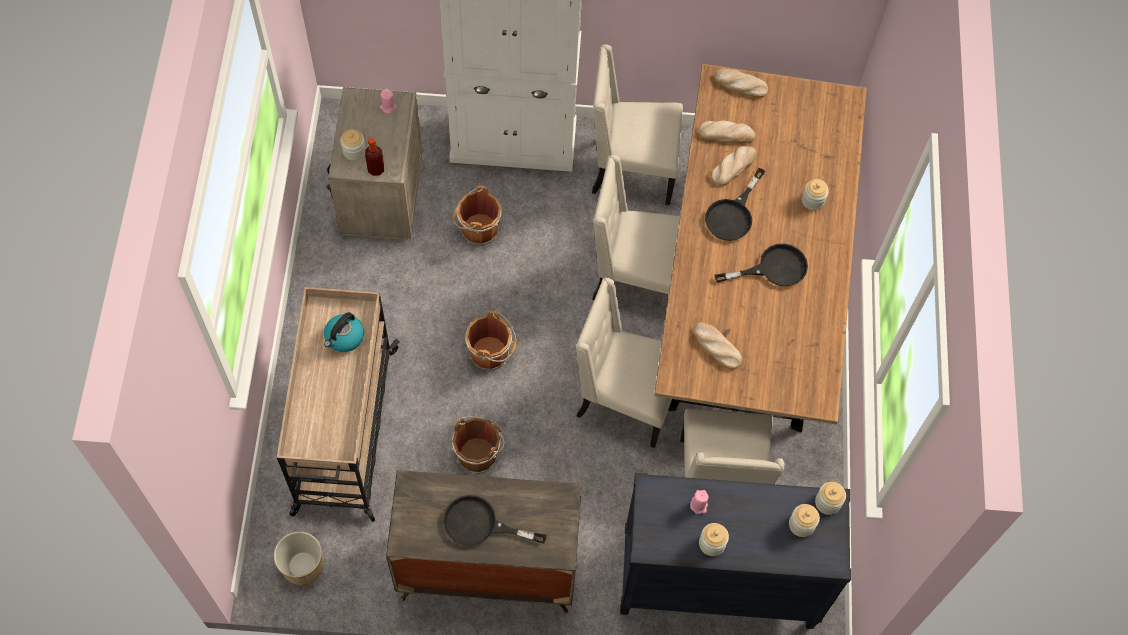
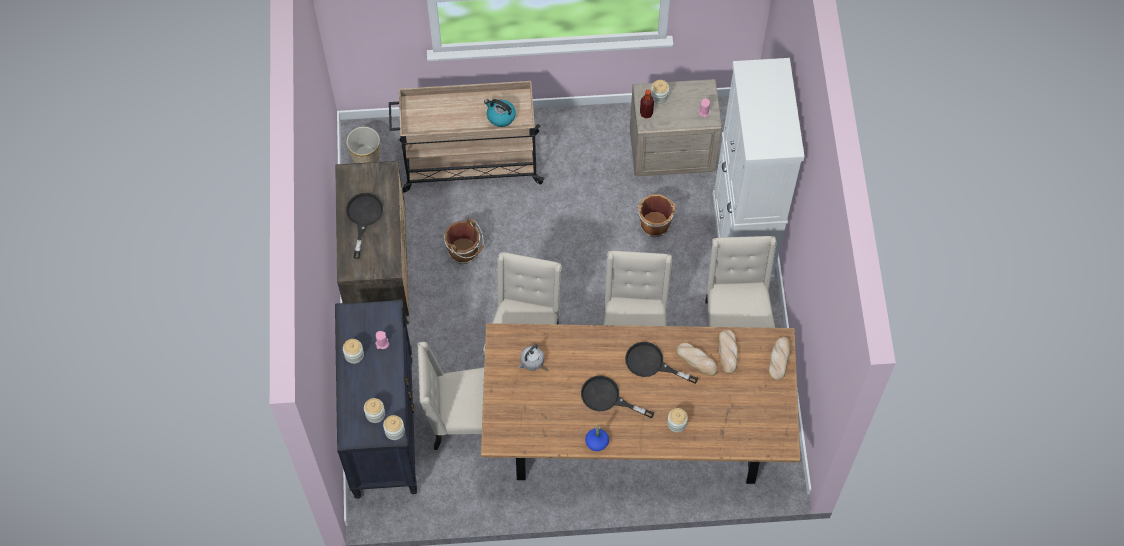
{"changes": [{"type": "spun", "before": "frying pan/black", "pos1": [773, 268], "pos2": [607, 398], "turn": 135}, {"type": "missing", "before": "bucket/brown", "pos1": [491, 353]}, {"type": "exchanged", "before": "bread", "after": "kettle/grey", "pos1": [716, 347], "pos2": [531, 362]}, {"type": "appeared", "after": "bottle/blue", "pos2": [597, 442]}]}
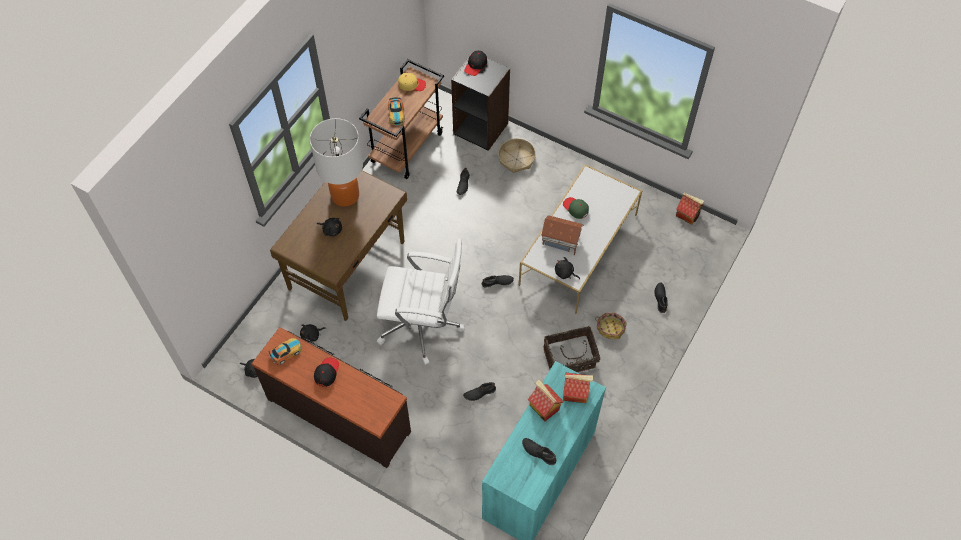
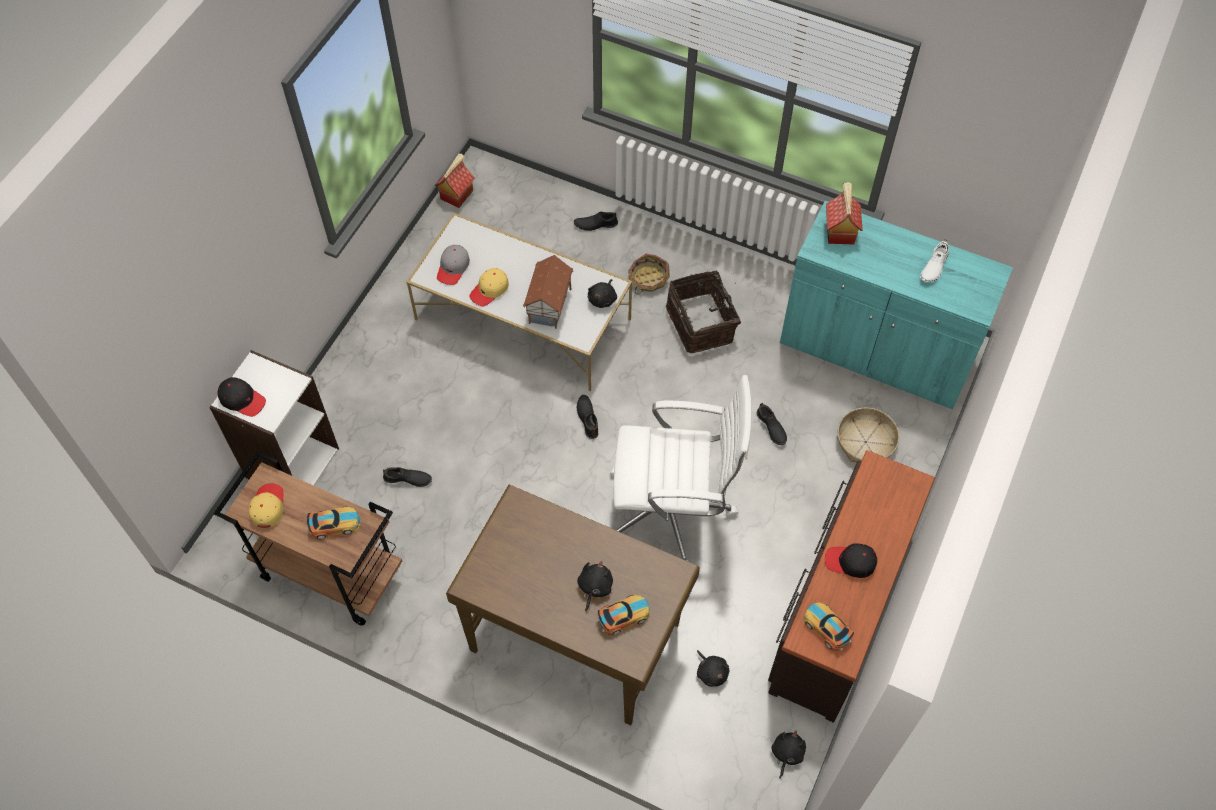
{"changes": [{"type": "colour", "before": "bookcase/black", "after": "bookcase/white", "pos1": [481, 128], "pos2": [291, 462]}, {"type": "missing", "before": "table lamp", "pos1": [345, 195]}, {"type": "relocated", "before": "basket", "pos1": [516, 159], "pos2": [865, 441]}, {"type": "colour", "before": "cap/green", "after": "cap/yellow", "pos1": [575, 208], "pos2": [489, 290]}, {"type": "spun", "before": "office chair/white", "pos1": [423, 325], "pos2": [672, 511], "turn": 90}, {"type": "missing", "before": "toy house", "pos1": [543, 407]}, {"type": "colour", "before": "shoe/black", "after": "shoe/white", "pos1": [539, 452], "pos2": [933, 267]}, {"type": "appeared", "after": "cap/grey", "pos2": [453, 268]}, {"type": "appeared", "after": "toy car", "pos2": [624, 616]}]}
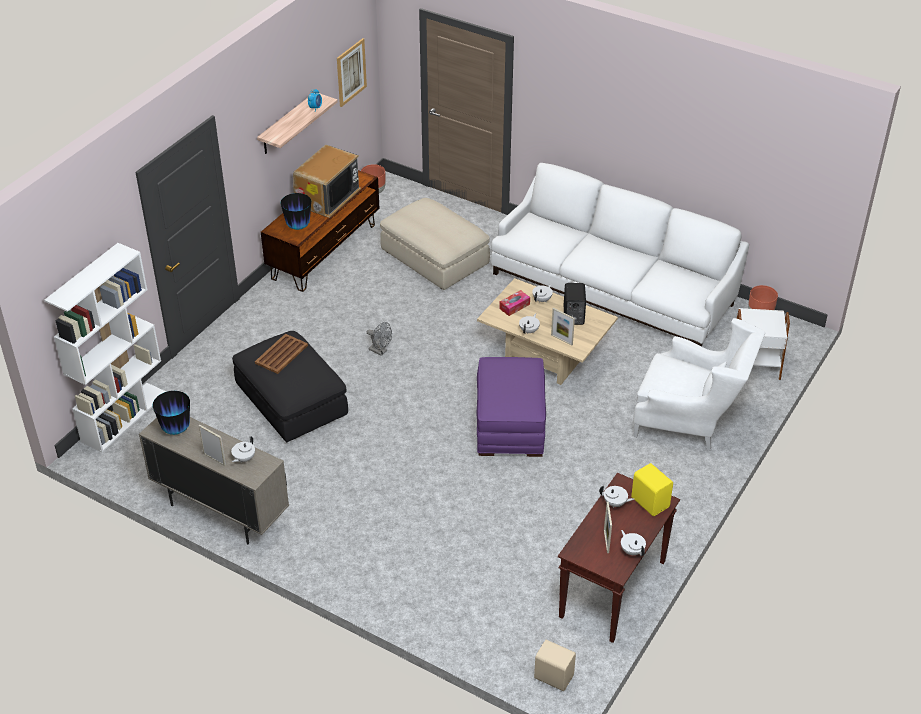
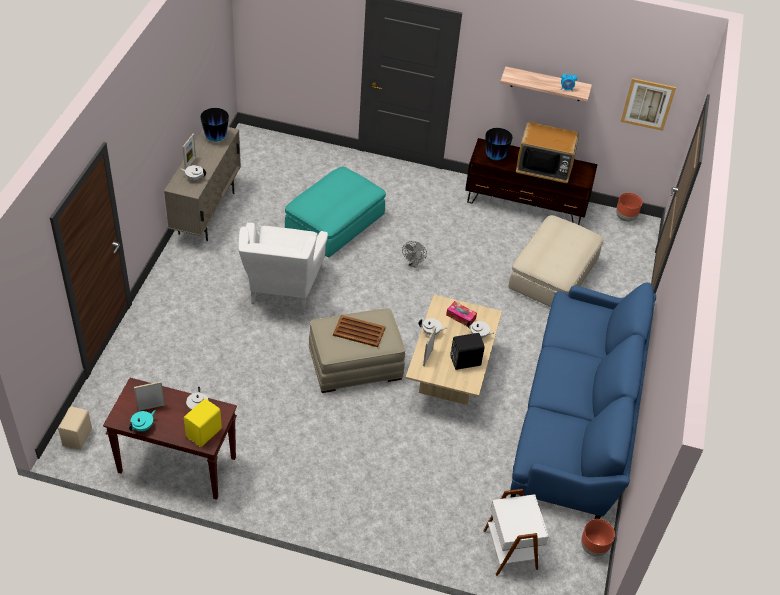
{"changes": [{"type": "colour", "before": "sofa/white", "after": "sofa/blue", "pos1": [614, 287], "pos2": [577, 414]}, {"type": "missing", "before": "bookcase/white", "pos1": [124, 416]}, {"type": "relocated", "before": "armchair/white", "pos1": [690, 422], "pos2": [282, 289]}, {"type": "colour", "before": "ottoman/black", "after": "ottoman/turquoise", "pos1": [290, 401], "pos2": [335, 223]}, {"type": "relocated", "before": "tray/brown", "pos1": [282, 354], "pos2": [359, 332]}, {"type": "colour", "before": "ottoman/purple", "after": "ottoman/beige", "pos1": [510, 424], "pos2": [355, 364]}, {"type": "colour", "before": "teapot/white", "after": "teapot/turquoise", "pos1": [632, 550], "pos2": [143, 426]}]}
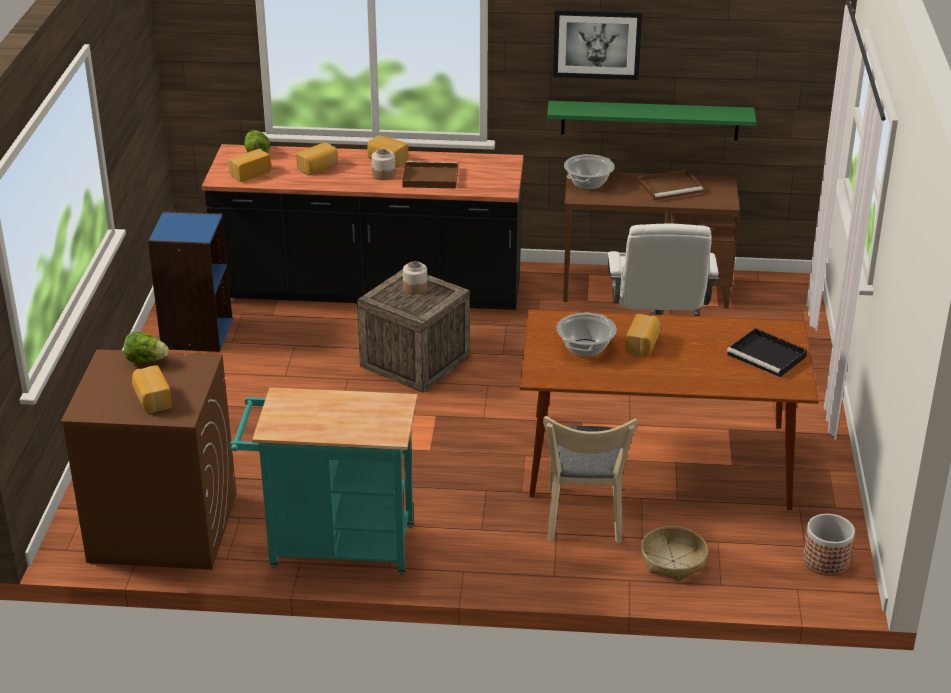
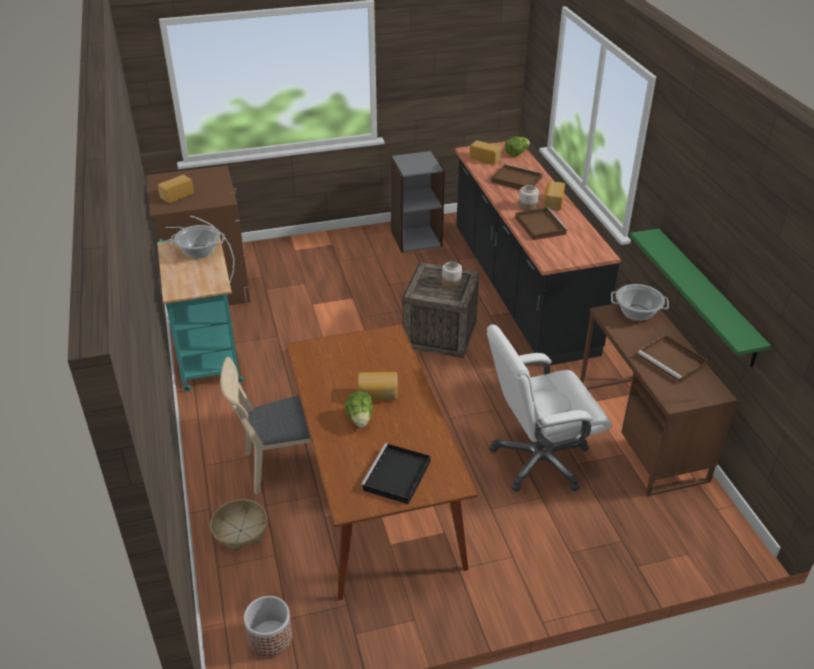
{"changes": [{"type": "missing", "before": "picture", "pos1": [597, 43]}, {"type": "exchanged", "before": "bread", "after": "tray/brown", "pos1": [318, 168], "pos2": [515, 180]}, {"type": "colour", "before": "bookcase/blue", "after": "bookcase/grey", "pos1": [196, 334], "pos2": [416, 238]}, {"type": "relocated", "before": "cooking pot", "pos1": [585, 348], "pos2": [199, 251]}, {"type": "relocated", "before": "lettuce", "pos1": [146, 360], "pos2": [360, 419]}]}
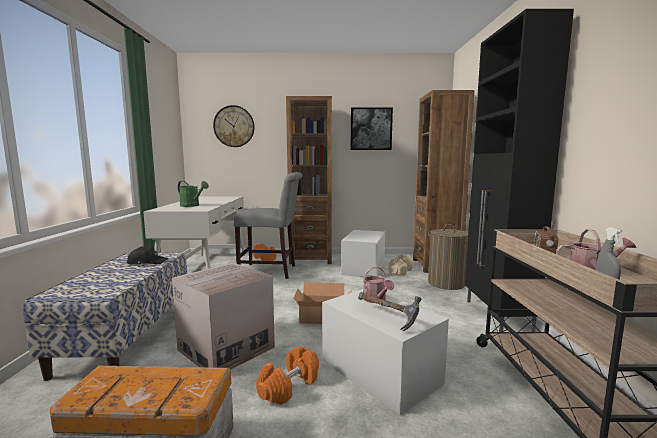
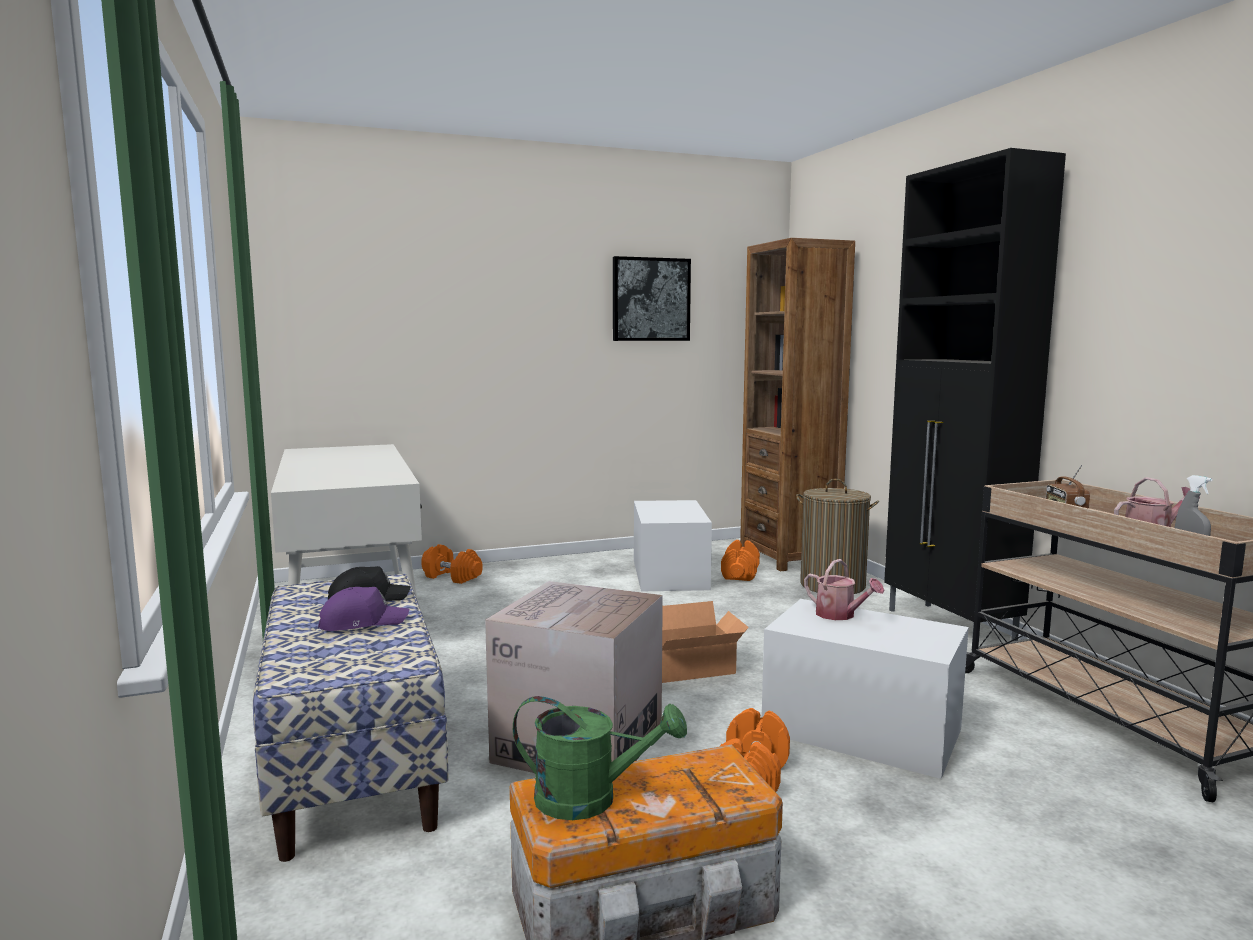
{"changes": [{"type": "missing", "before": "bookcase/brown", "pos1": [311, 259]}, {"type": "missing", "before": "wall clock", "pos1": [234, 126]}, {"type": "missing", "before": "chair/grey", "pos1": [271, 271]}, {"type": "relocated", "before": "watering can/green", "pos1": [192, 206], "pos2": [590, 799]}, {"type": "colour", "before": "dumbbell/beige", "after": "dumbbell/orange", "pos1": [400, 271], "pos2": [740, 574]}, {"type": "missing", "before": "hammer", "pos1": [387, 319]}, {"type": "appeared", "after": "cap/purple", "pos2": [362, 622]}]}
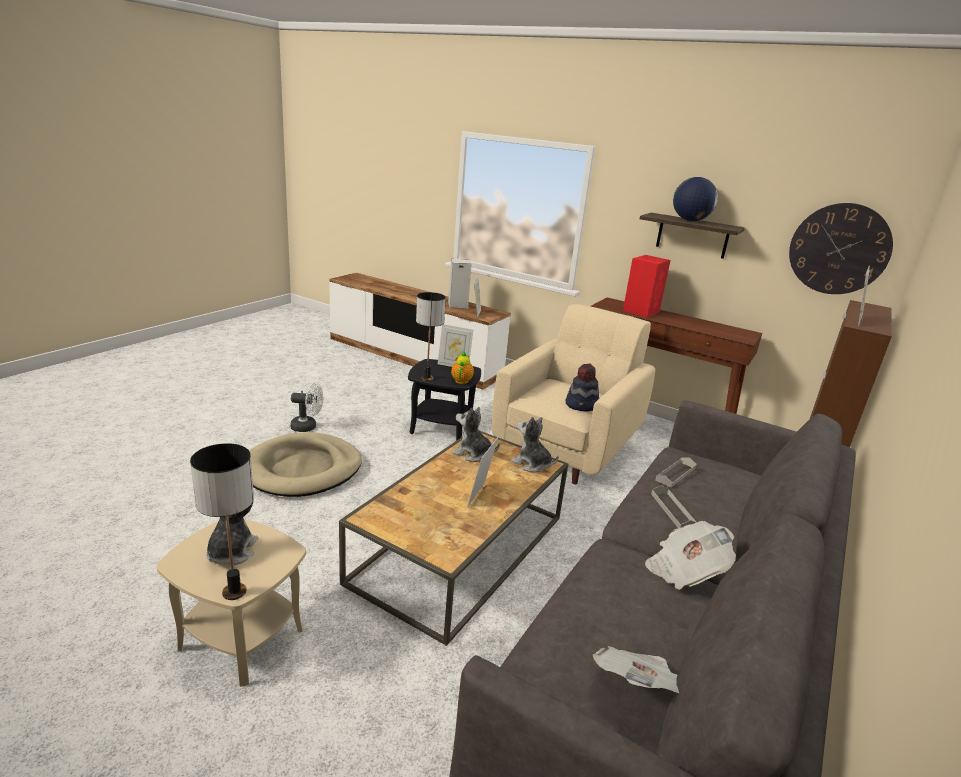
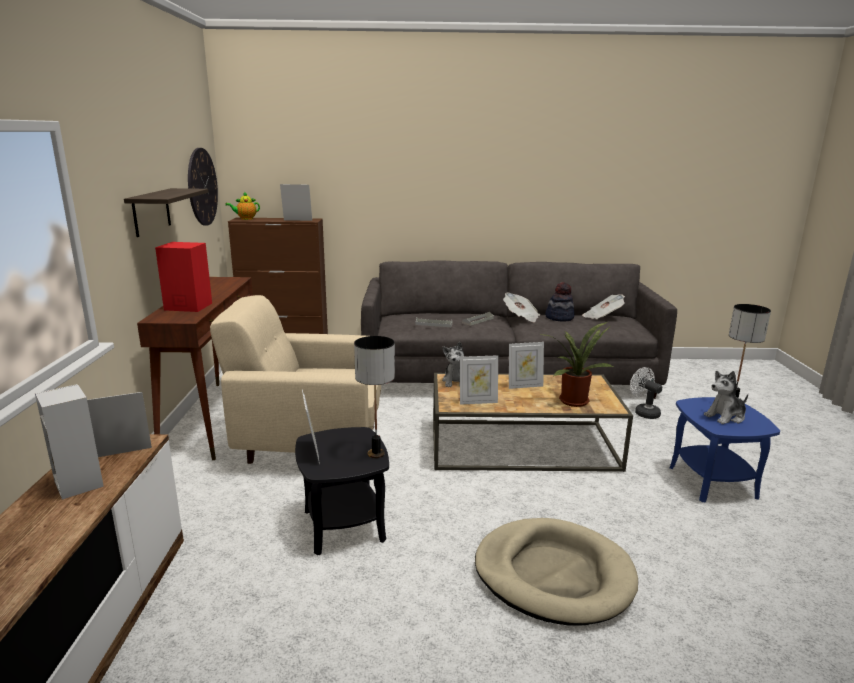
{"changes": [{"type": "missing", "before": "globe", "pos1": [690, 220]}, {"type": "relocated", "before": "teapot", "pos1": [462, 380], "pos2": [245, 218]}, {"type": "relocated", "before": "hat", "pos1": [582, 405], "pos2": [559, 317]}, {"type": "relocated", "before": "fan/white", "pos1": [308, 427], "pos2": [643, 412]}, {"type": "exchanged", "before": "plush toy", "after": "picture frame", "pos1": [473, 454], "pos2": [478, 402]}, {"type": "colour", "before": "side table/beige", "after": "side table/blue", "pos1": [241, 639], "pos2": [712, 483]}, {"type": "appeared", "after": "potted plant", "pos2": [573, 400]}]}
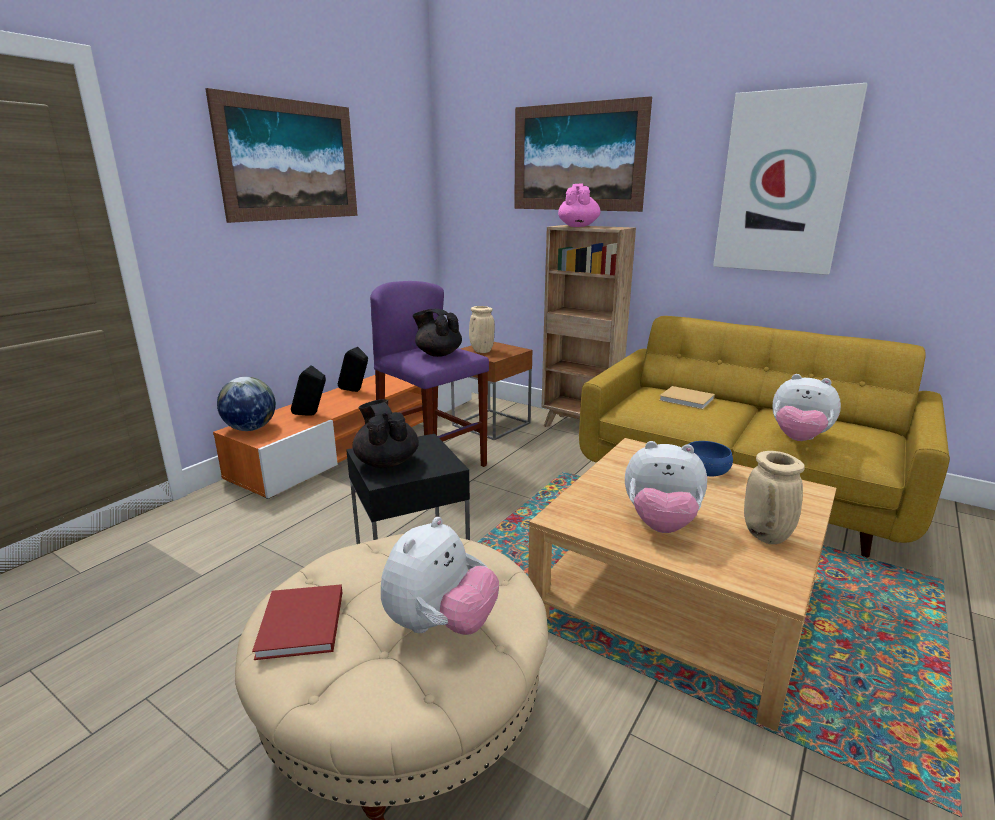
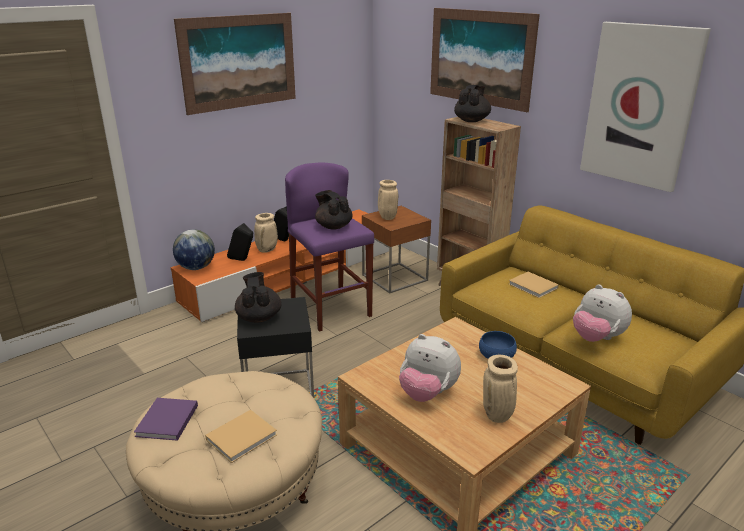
{"changes": [{"type": "colour", "before": "teapot/pink", "after": "teapot/black", "pos1": [578, 226], "pos2": [471, 121]}, {"type": "exchanged", "before": "plush toy", "after": "book/beige", "pos1": [440, 625], "pos2": [243, 436]}, {"type": "colour", "before": "book/red", "after": "book/purple", "pos1": [301, 626], "pos2": [166, 422]}, {"type": "appeared", "after": "vase/beige", "pos2": [267, 250]}]}
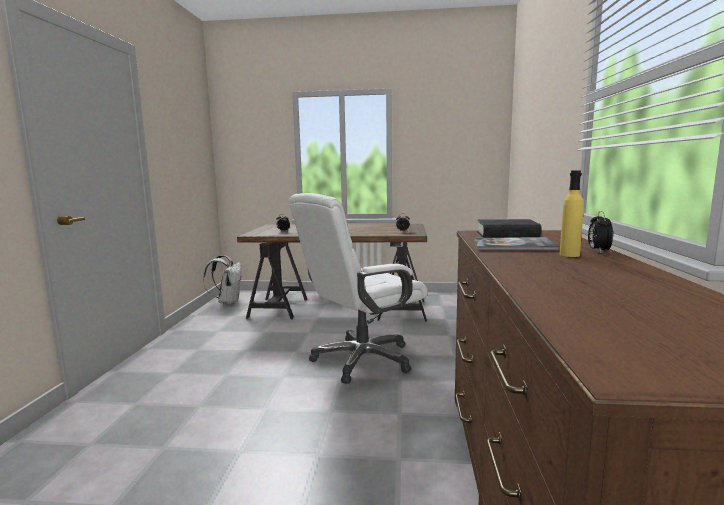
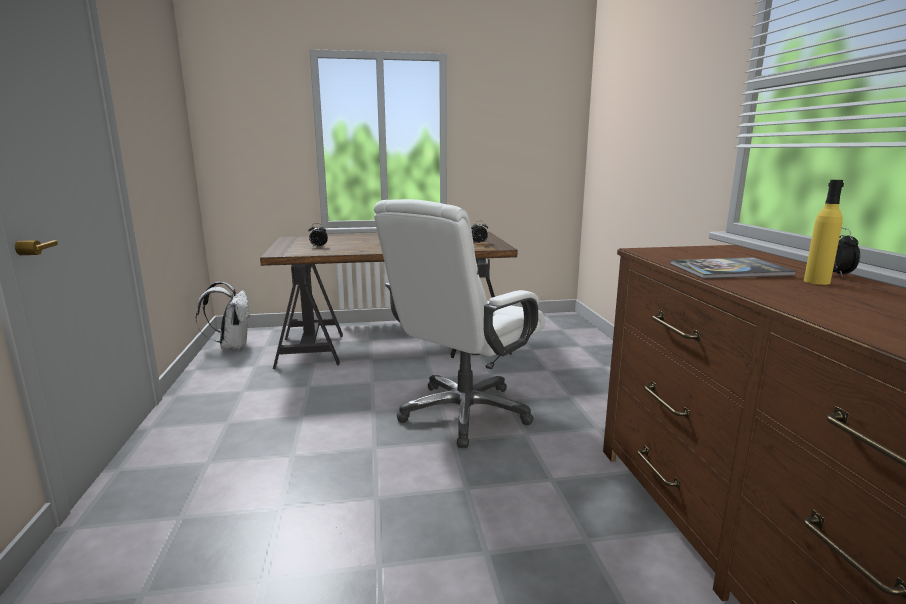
{"changes": [{"type": "missing", "before": "book/black", "pos1": [507, 234]}]}
